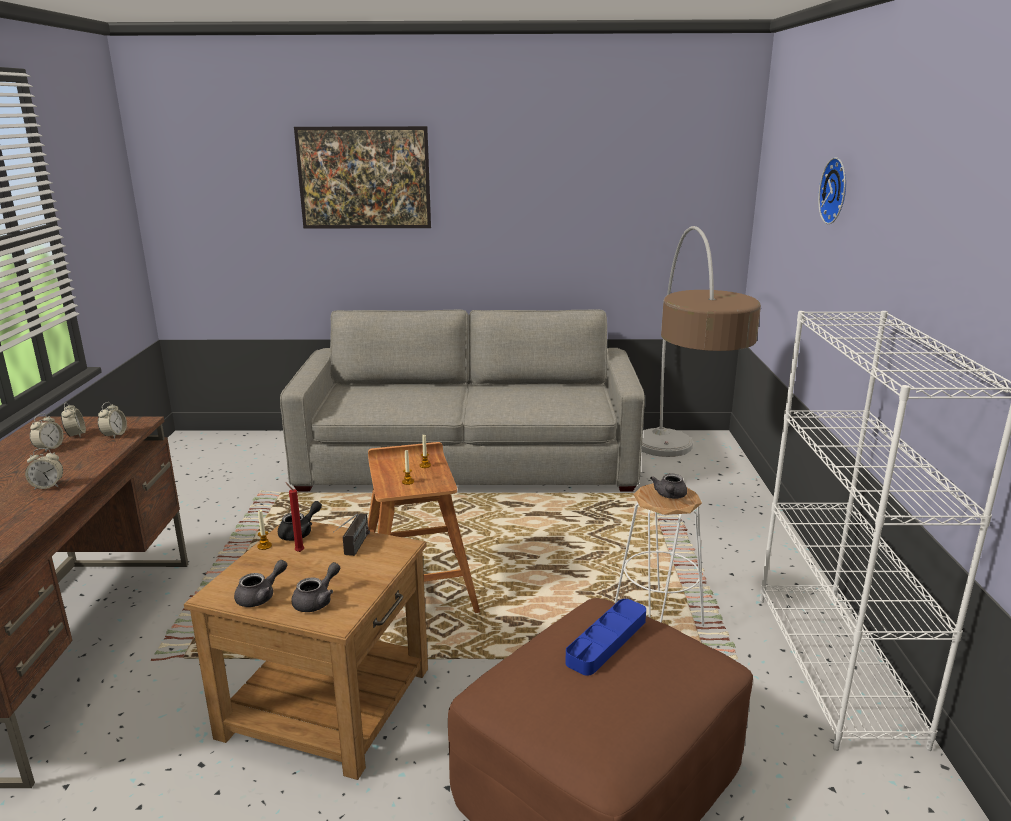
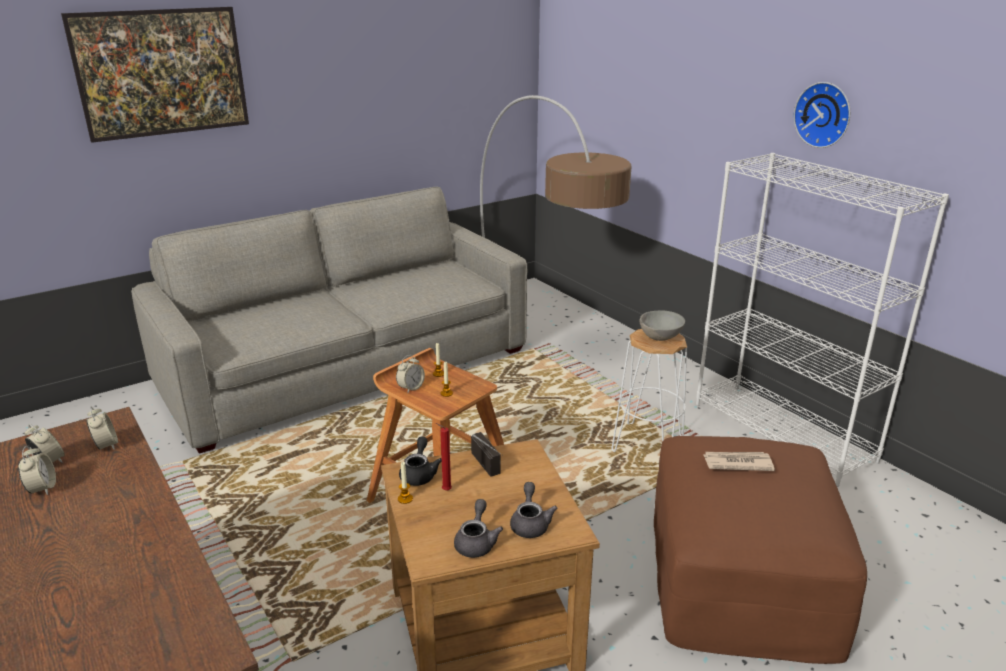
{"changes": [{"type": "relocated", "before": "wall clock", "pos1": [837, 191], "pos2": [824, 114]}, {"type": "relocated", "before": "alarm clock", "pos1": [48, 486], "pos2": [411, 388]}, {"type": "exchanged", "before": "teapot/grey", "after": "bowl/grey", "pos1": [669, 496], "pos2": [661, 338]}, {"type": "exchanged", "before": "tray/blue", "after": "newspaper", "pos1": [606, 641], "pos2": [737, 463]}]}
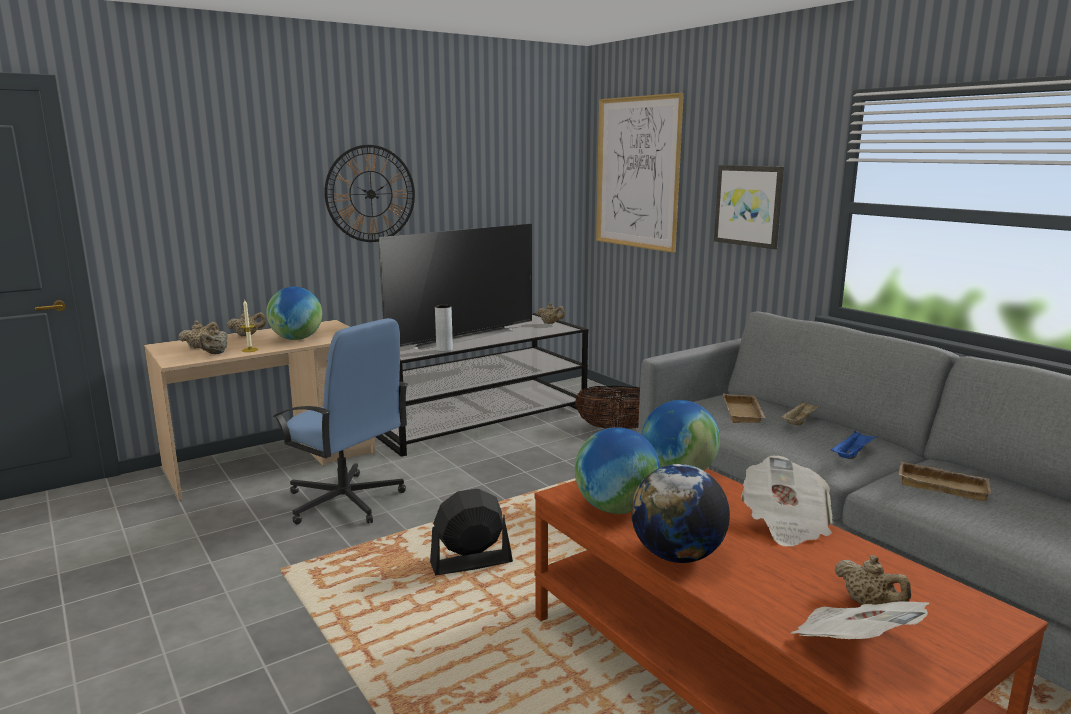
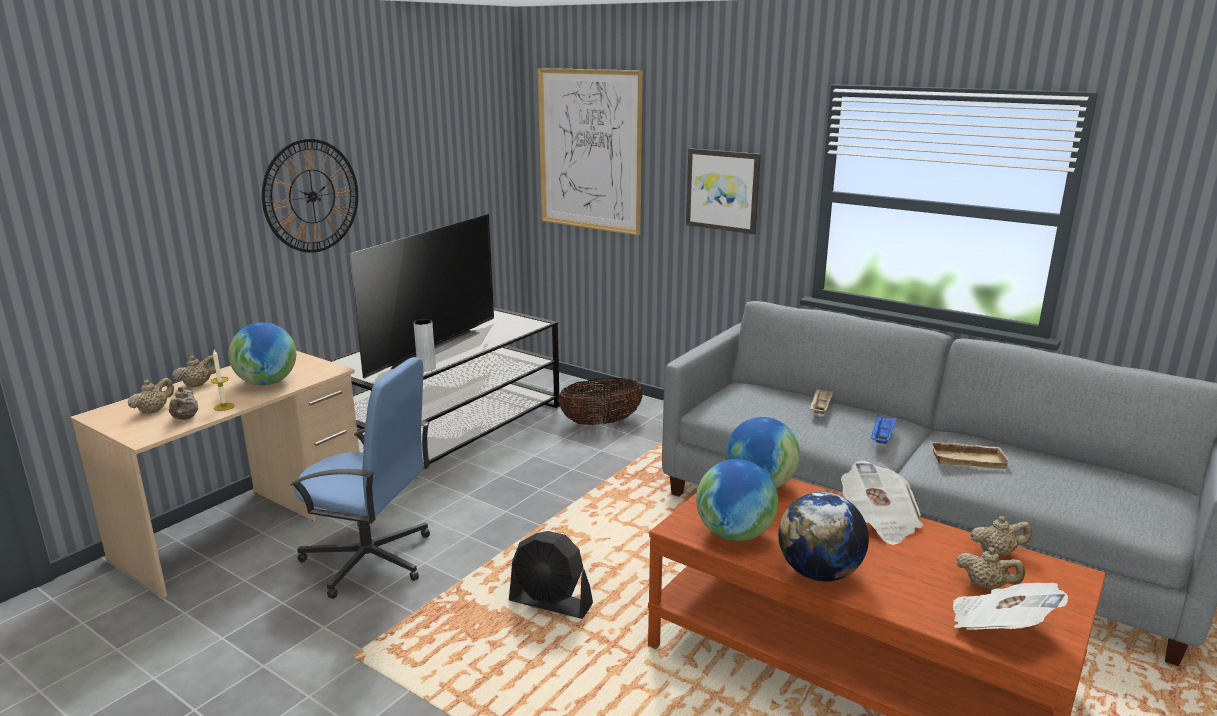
{"changes": [{"type": "relocated", "before": "teapot/beige", "pos1": [550, 323], "pos2": [997, 552]}, {"type": "missing", "before": "tray/beige", "pos1": [744, 413]}, {"type": "spun", "before": "fan/black", "pos1": [471, 563], "pos2": [551, 603], "turn": -120}]}
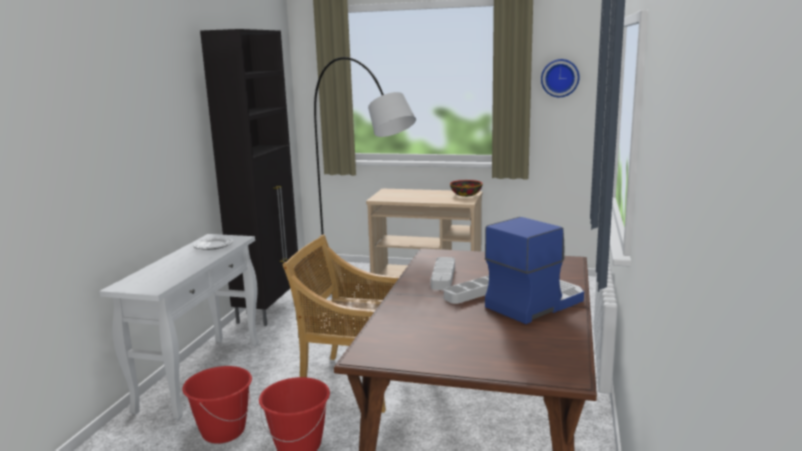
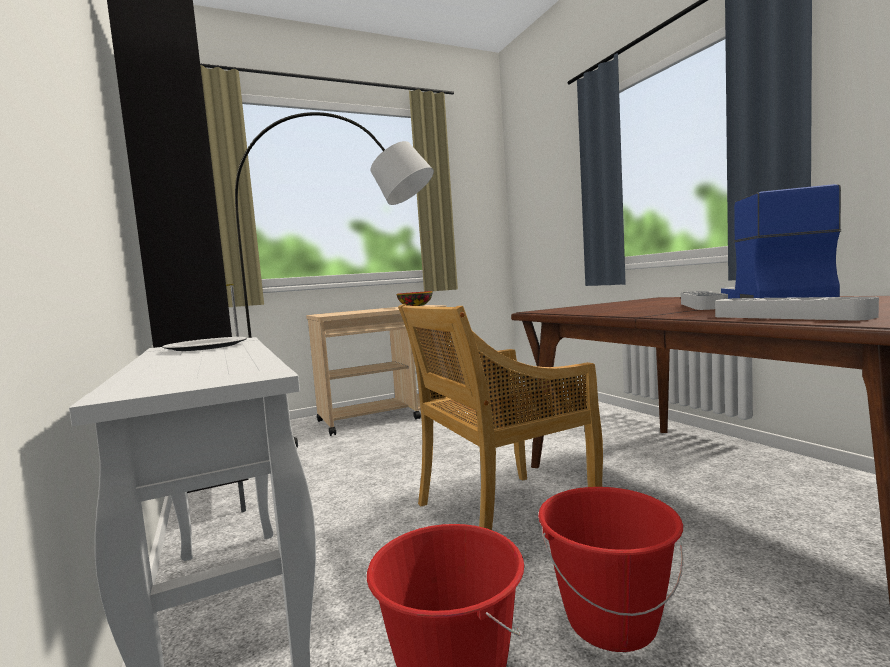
{"changes": [{"type": "missing", "before": "wall clock", "pos1": [560, 78]}, {"type": "relocated", "before": "tray/grey", "pos1": [443, 277], "pos2": [788, 317]}]}
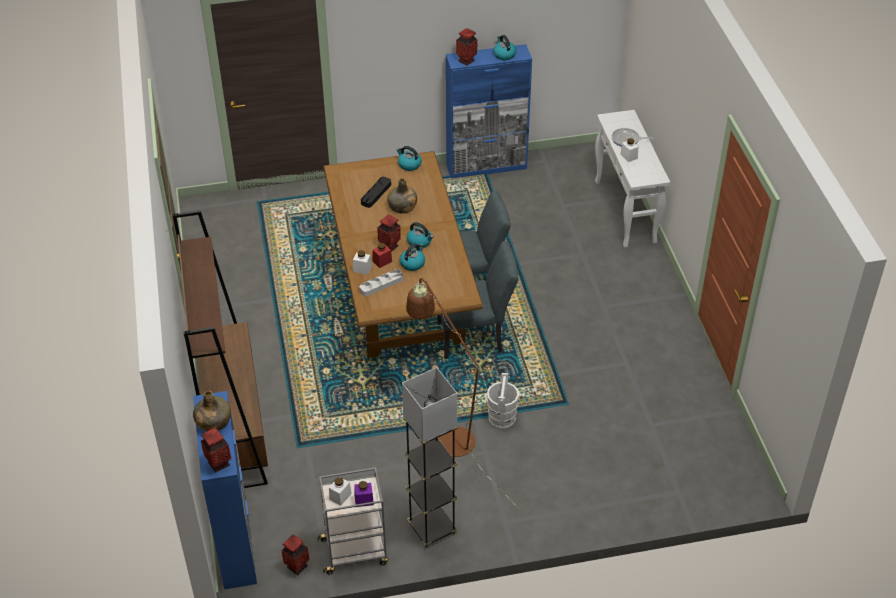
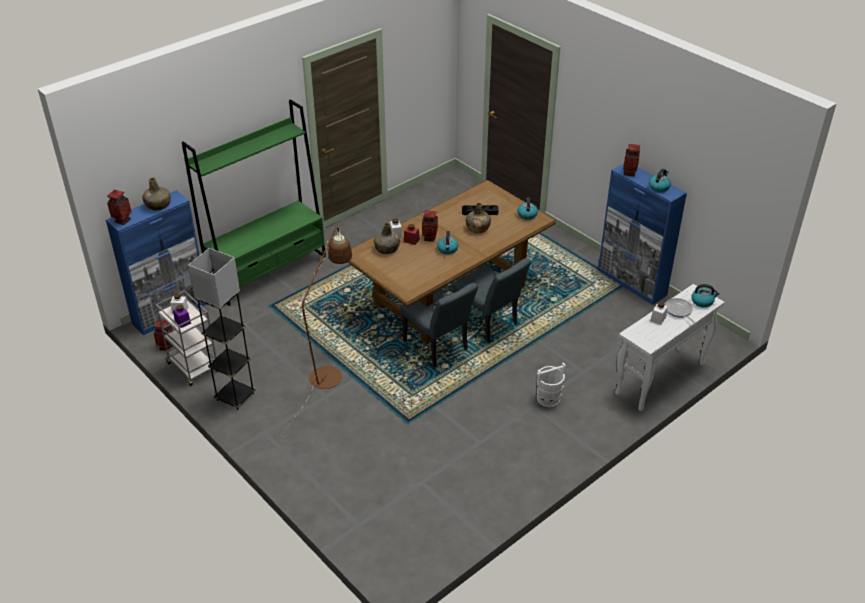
{"changes": [{"type": "colour", "before": "bookcase/brown", "after": "bookcase/green", "pos1": [234, 426], "pos2": [268, 272]}, {"type": "relocated", "before": "kettle", "pos1": [412, 263], "pos2": [702, 301]}, {"type": "exchanged", "before": "tray/grey", "after": "bottle/green", "pos1": [381, 284], "pos2": [387, 249]}, {"type": "relocated", "before": "bucket/white", "pos1": [502, 418], "pos2": [548, 399]}]}
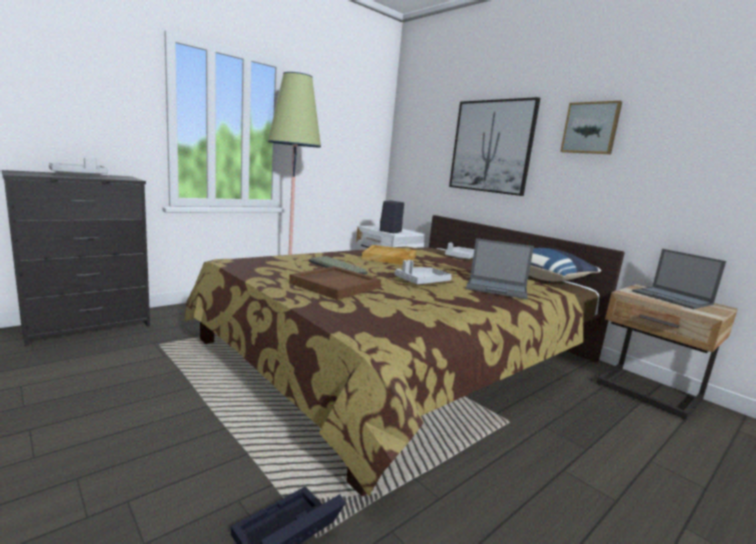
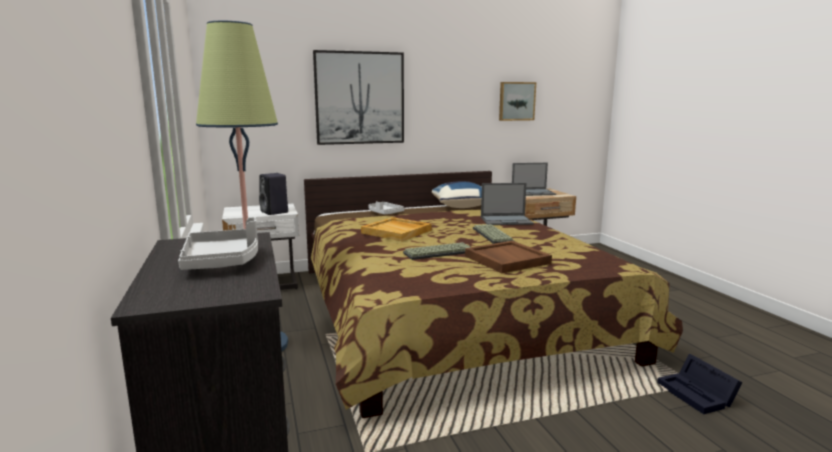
{"changes": [{"type": "relocated", "before": "picture", "pos1": [591, 128], "pos2": [516, 101]}, {"type": "spun", "before": "laptop", "pos1": [497, 288], "pos2": [507, 220], "turn": 45}, {"type": "exchanged", "before": "tray/grey", "after": "keyboard", "pos1": [421, 282], "pos2": [491, 235]}]}
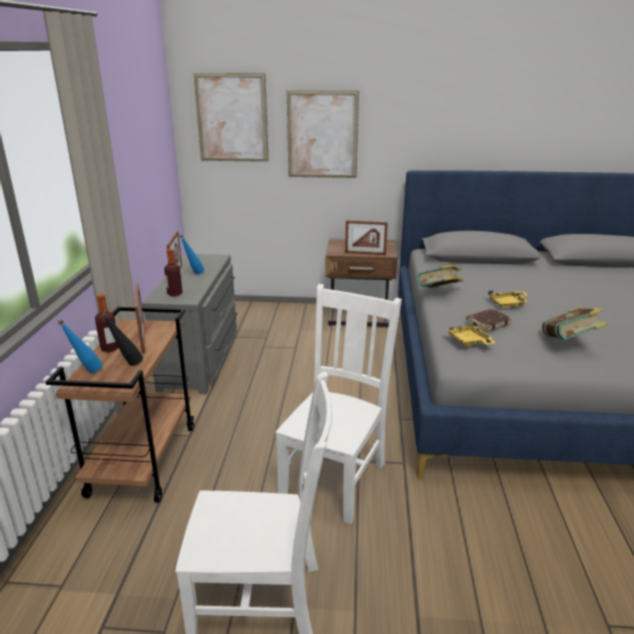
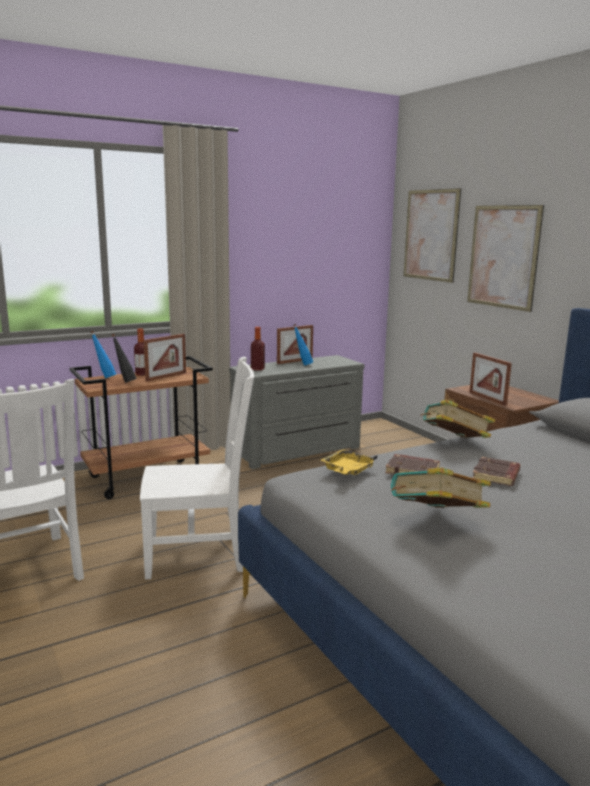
{"changes": [{"type": "exchanged", "before": "tray/yellow", "after": "book/brown", "pos1": [508, 304], "pos2": [497, 476]}]}
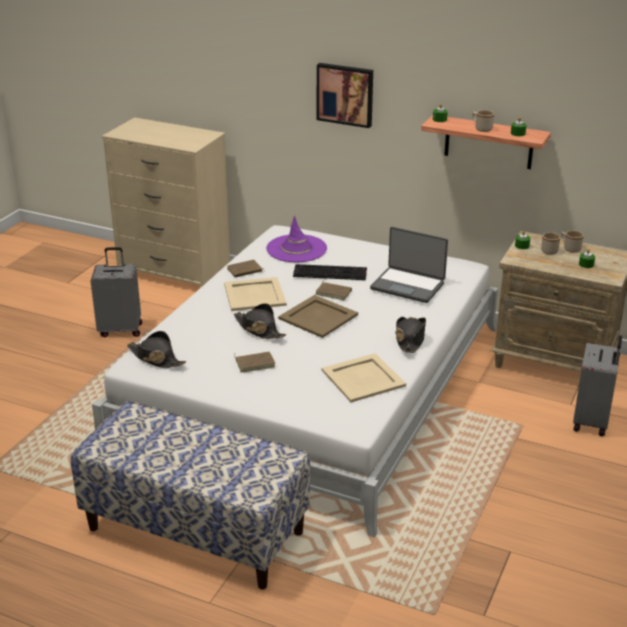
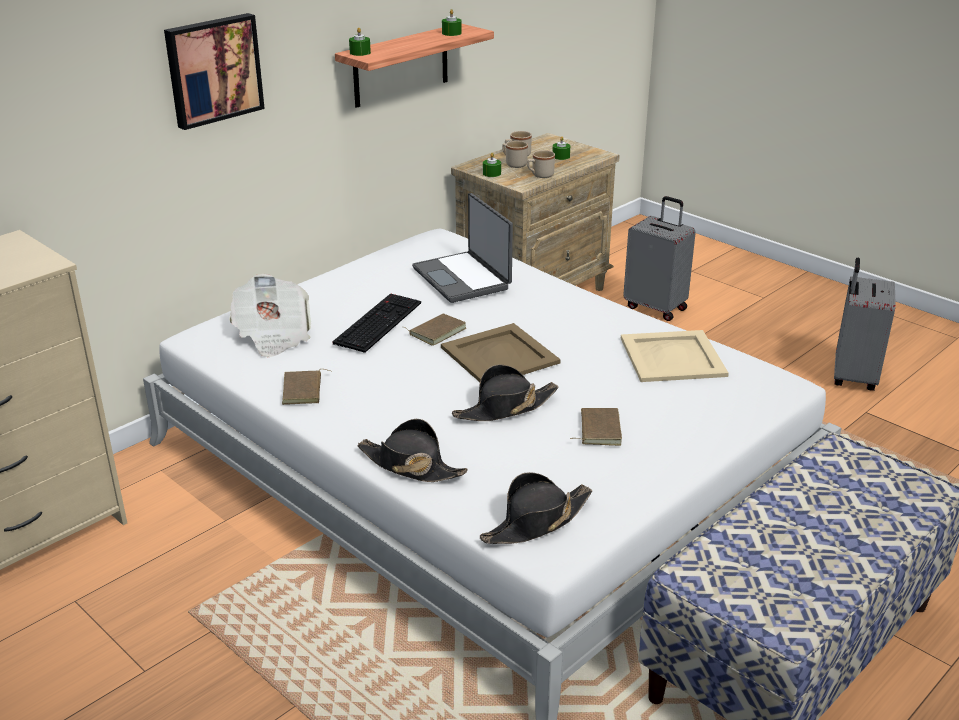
{"changes": [{"type": "relocated", "before": "mug/beige", "pos1": [481, 128], "pos2": [540, 175]}, {"type": "exchanged", "before": "hat/purple", "after": "newspaper", "pos1": [296, 249], "pos2": [273, 335]}, {"type": "spun", "before": "laptop", "pos1": [408, 285], "pos2": [463, 278], "turn": 105}, {"type": "relocated", "before": "suitcase/grey", "pos1": [120, 329], "pos2": [852, 377]}, {"type": "missing", "before": "tray/beige", "pos1": [255, 295]}, {"type": "relocated", "before": "hat/black", "pos1": [410, 339], "pos2": [410, 465]}]}
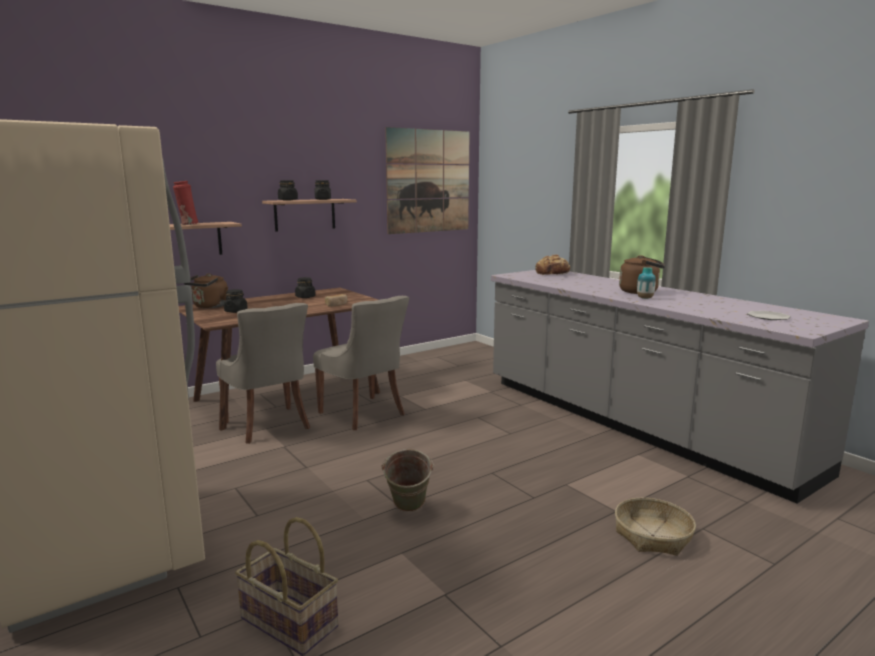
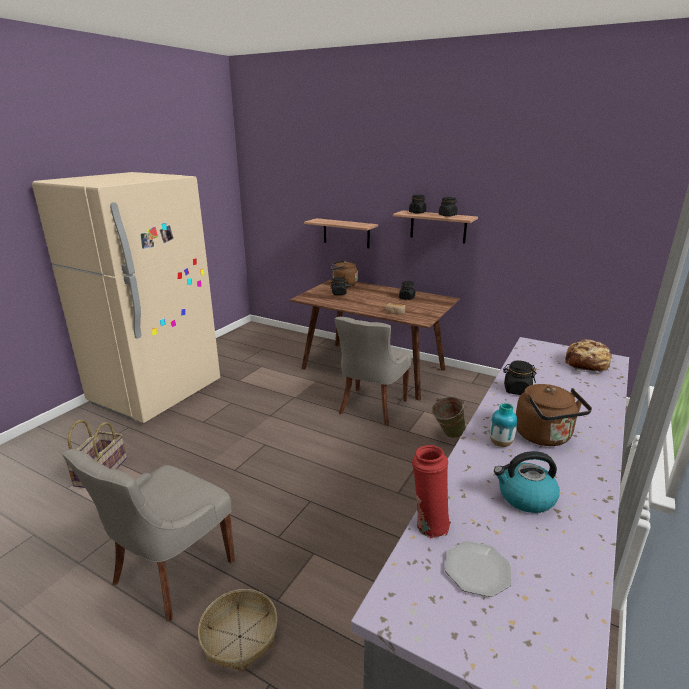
{"changes": [{"type": "missing", "before": "picture", "pos1": [428, 181]}, {"type": "relocated", "before": "vase/red", "pos1": [188, 224], "pos2": [428, 524]}, {"type": "relocated", "before": "chair/grey", "pos1": [268, 425], "pos2": [170, 573]}, {"type": "relocated", "before": "bucket/green", "pos1": [408, 510], "pos2": [447, 435]}, {"type": "appeared", "after": "jar/black", "pos2": [517, 390]}, {"type": "appeared", "after": "kettle", "pos2": [525, 497]}]}
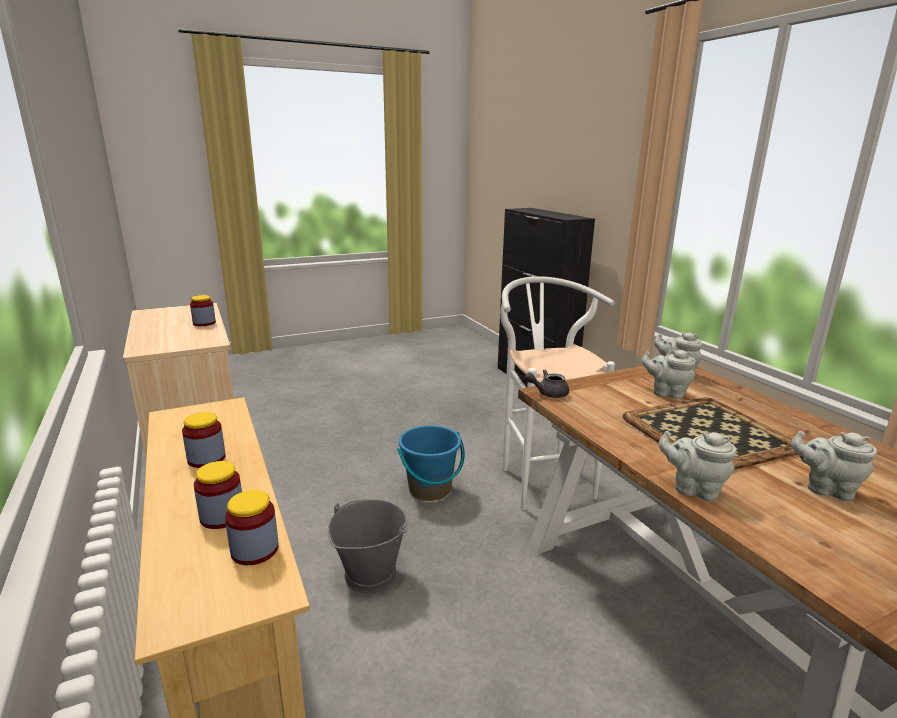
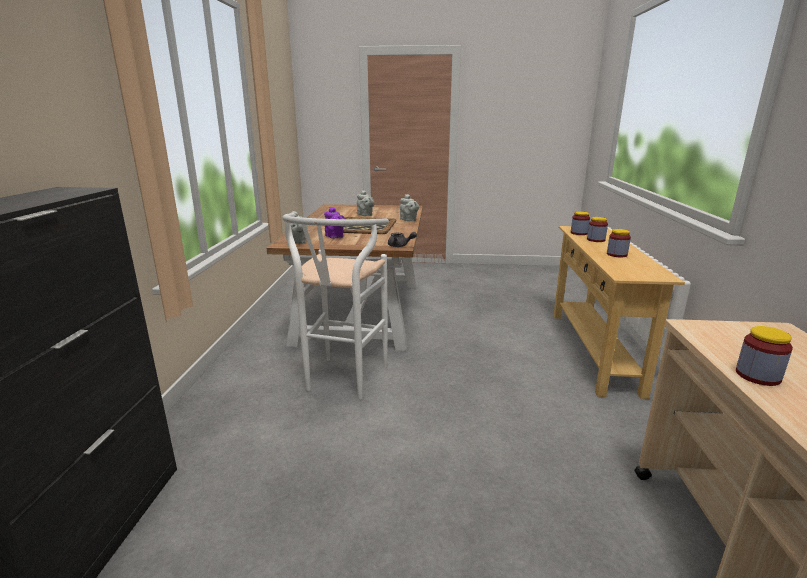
{"changes": [{"type": "colour", "before": "teapot/grey", "after": "teapot/purple", "pos1": [666, 393], "pos2": [335, 237]}, {"type": "missing", "before": "bucket/blue", "pos1": [430, 489]}, {"type": "missing", "before": "bucket/grey", "pos1": [370, 574]}]}
